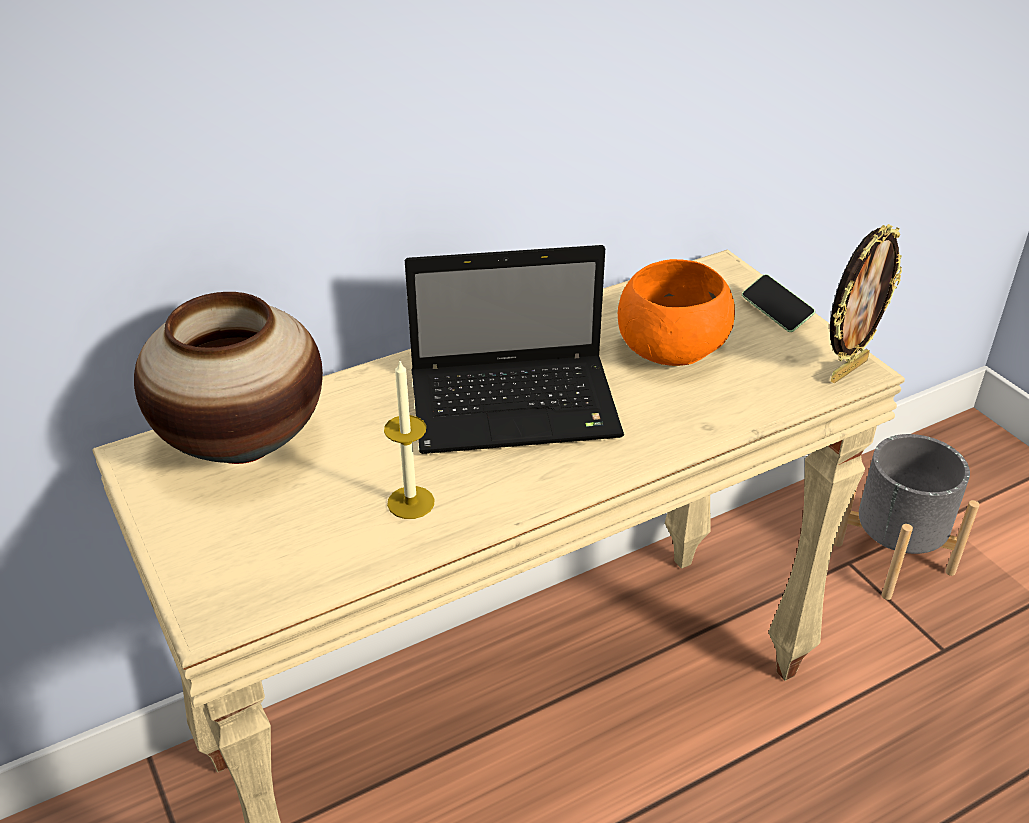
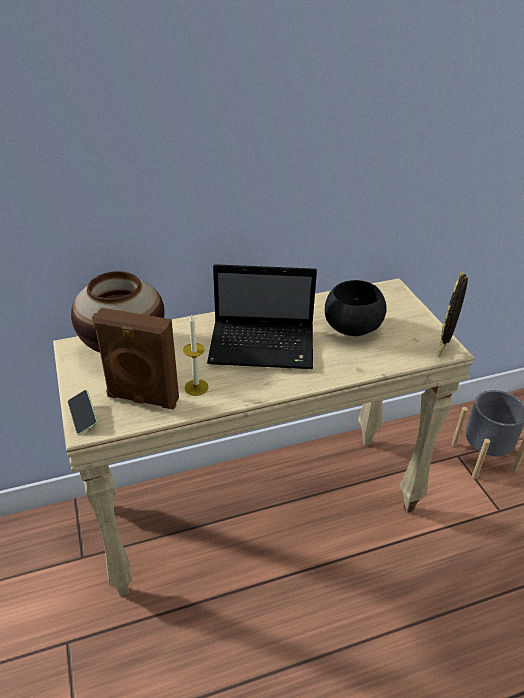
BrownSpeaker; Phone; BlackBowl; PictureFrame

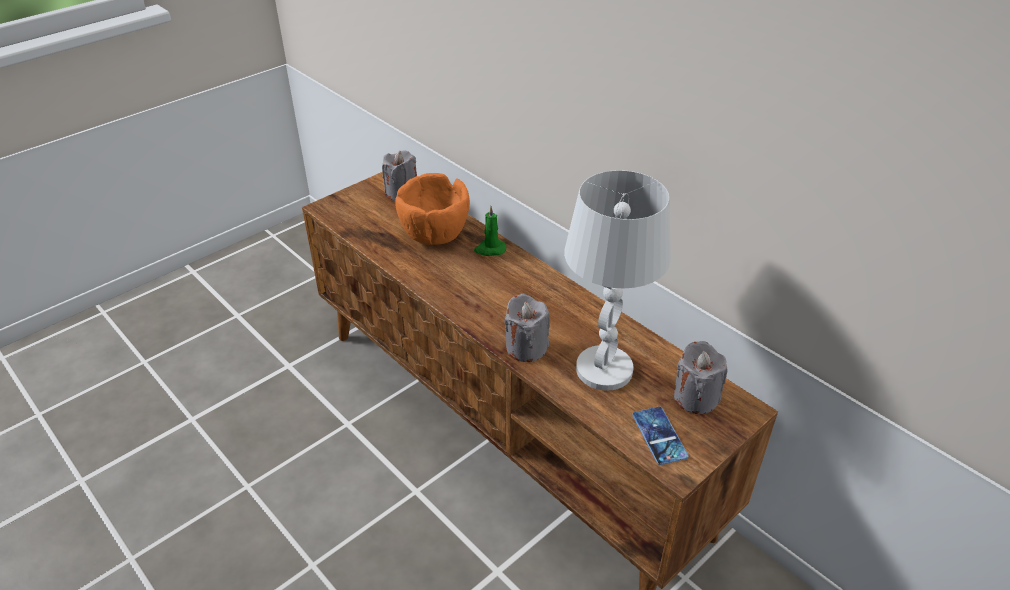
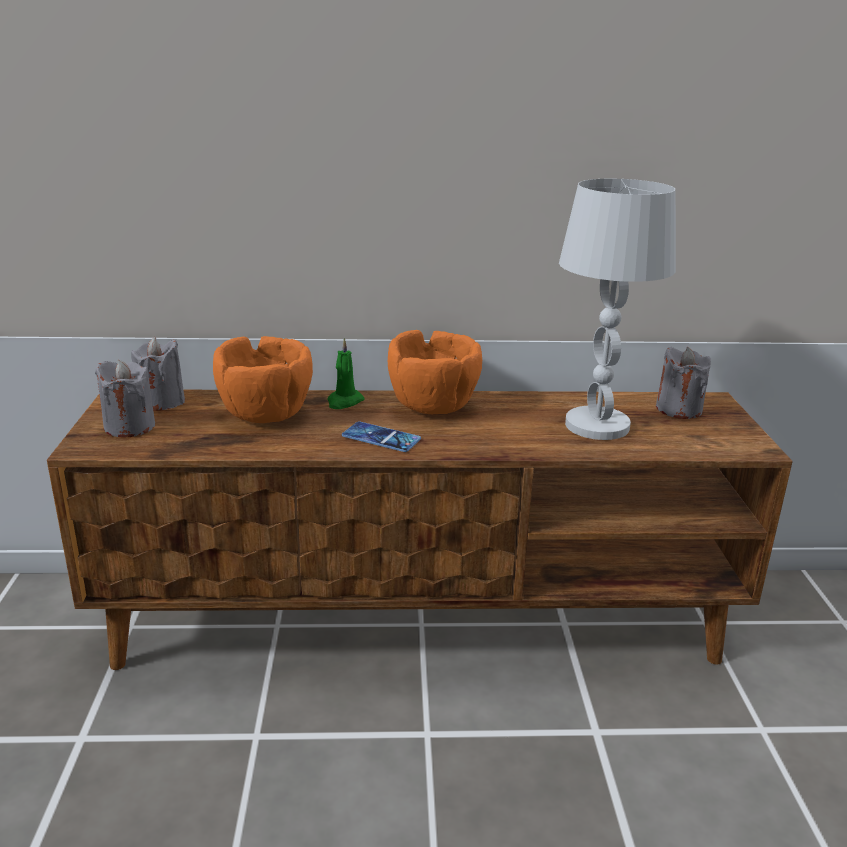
OrangeBowl (2nd from left); GreyCandle (1st from left); Phone

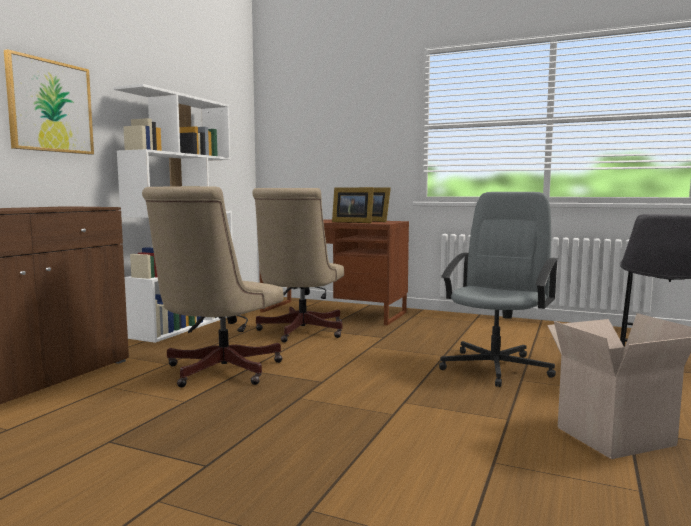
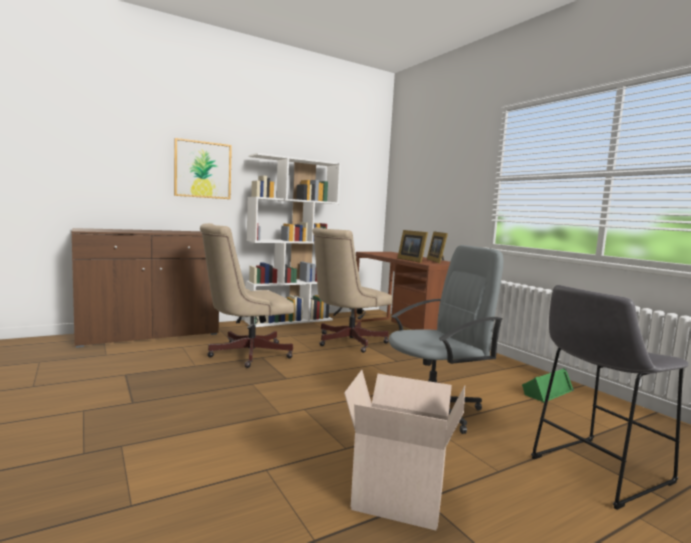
GreenSpeaker

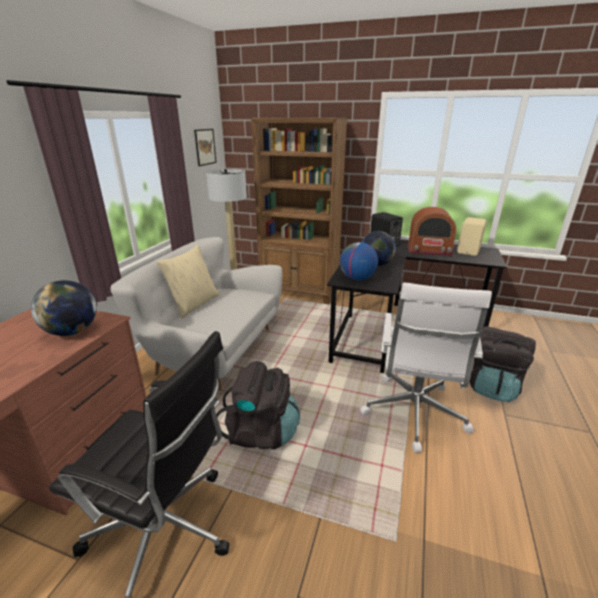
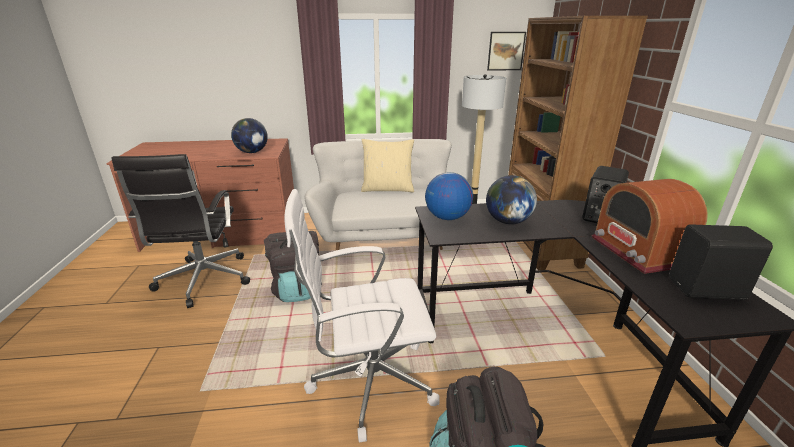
BlackSpeaker (2nd from left)

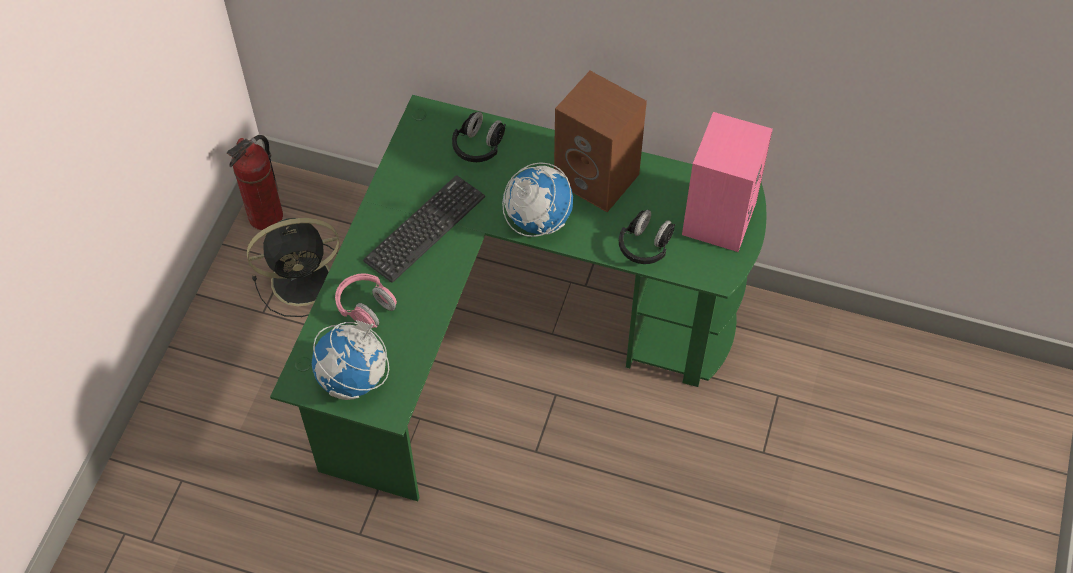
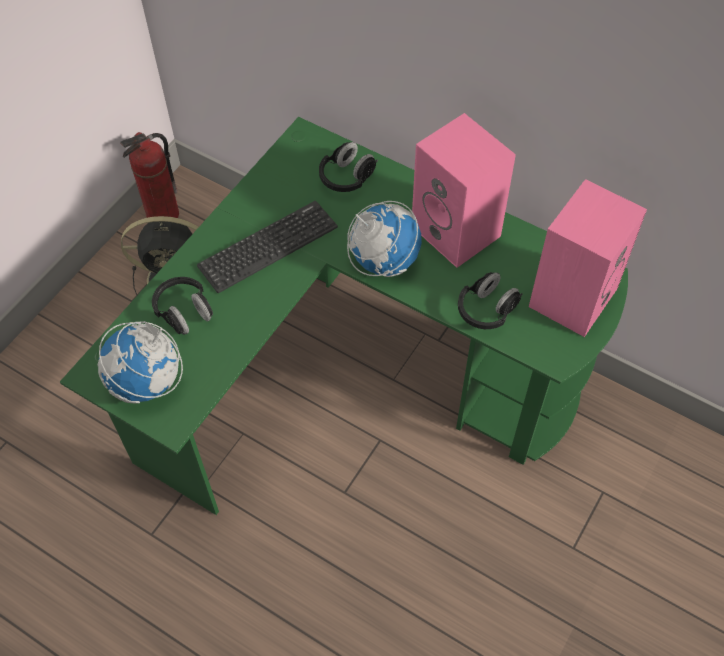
BlackHeadphones (1st from left); PinkSpeaker (1st from left)

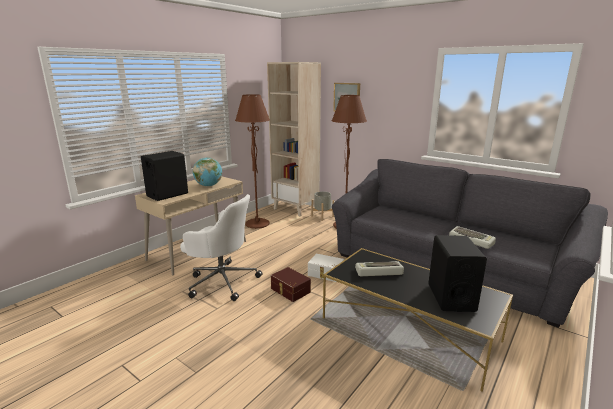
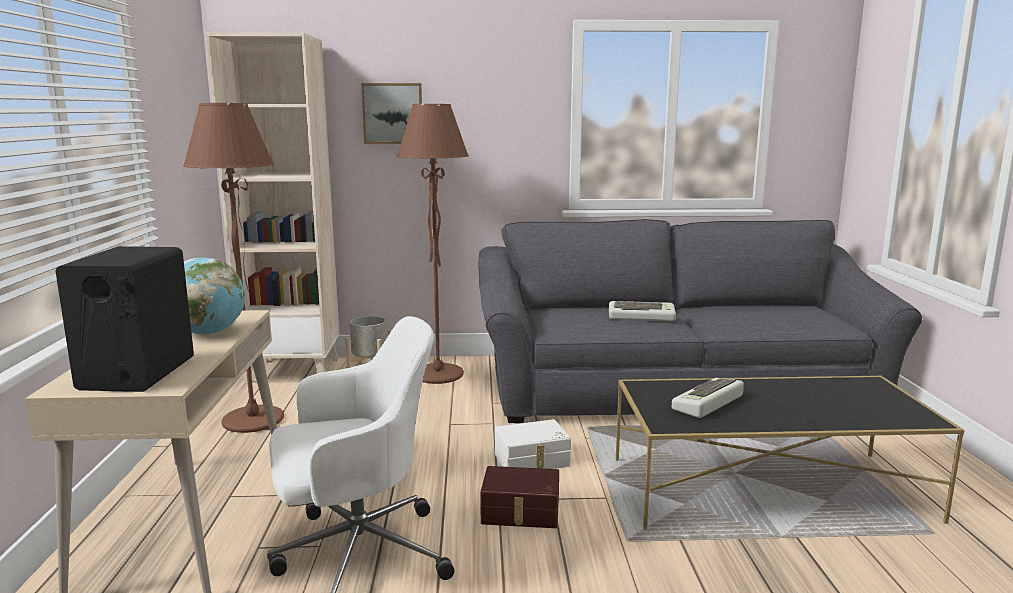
BlackSpeaker (2nd from left in the first image); Keyboard (1st from left)

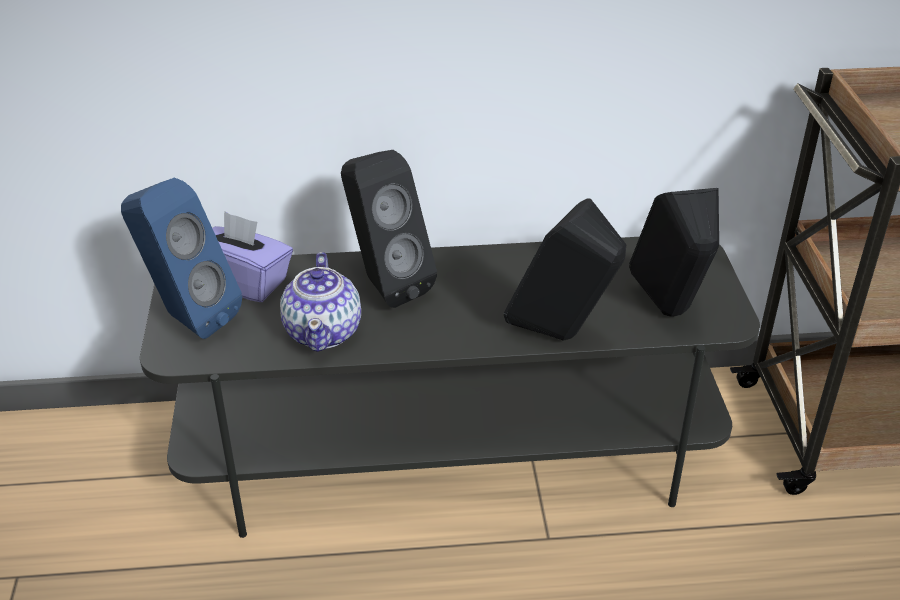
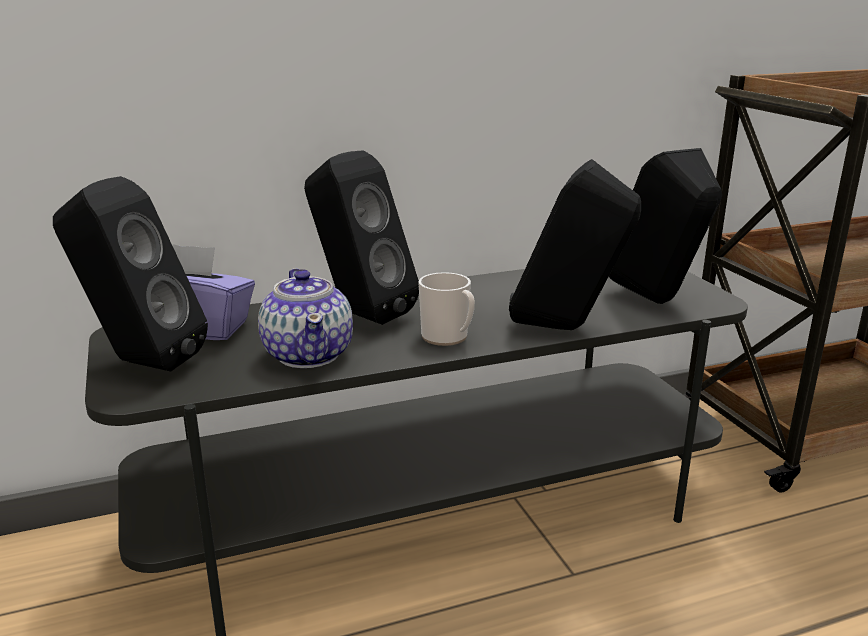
Mug; BlackSpeaker (1st from left)

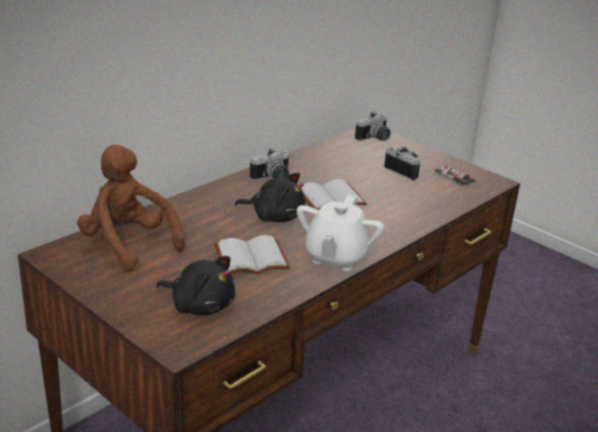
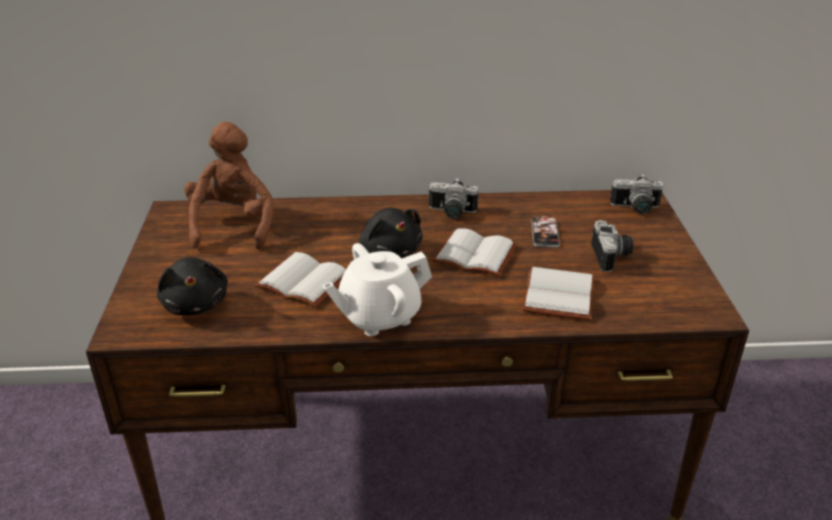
WhiteBook (3rd from left); Phone

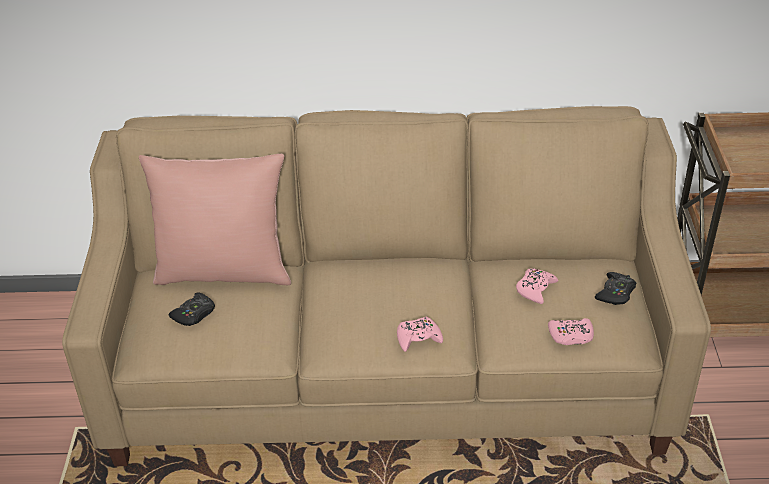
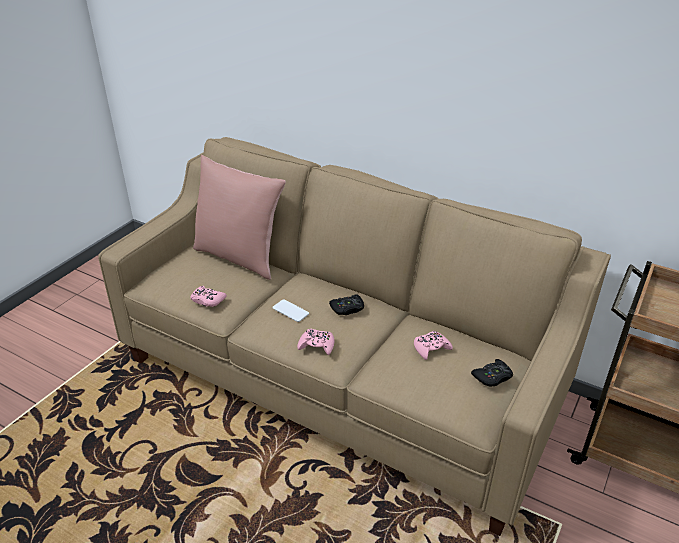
Phone; BlackGameController (1st from left); PinkGameController (1st from left)

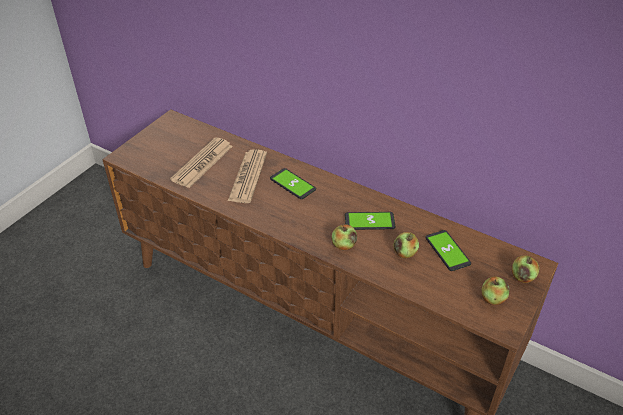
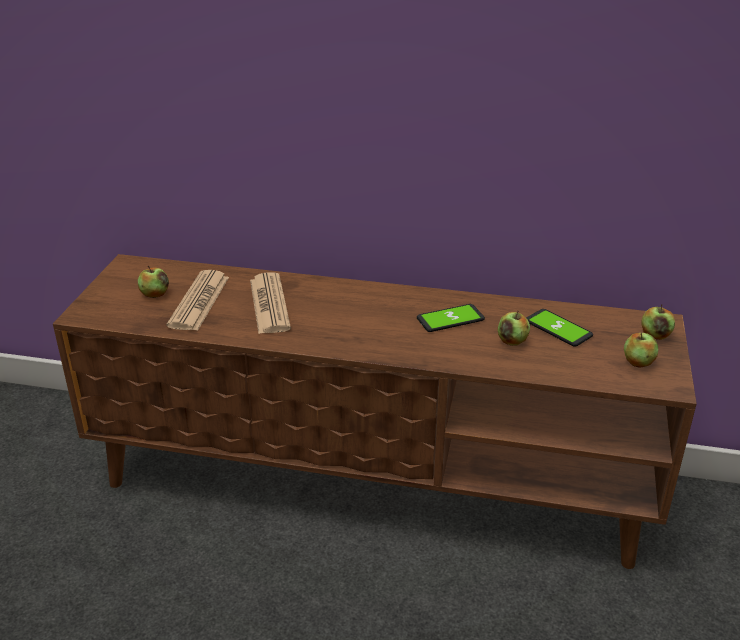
Phone (1st from left in the first image); Apple (1st from left)

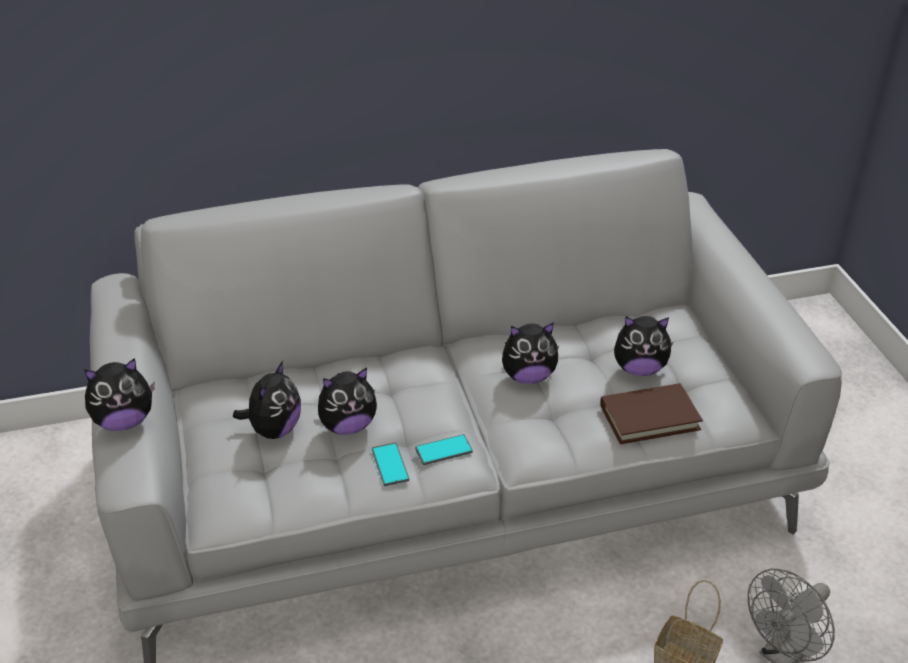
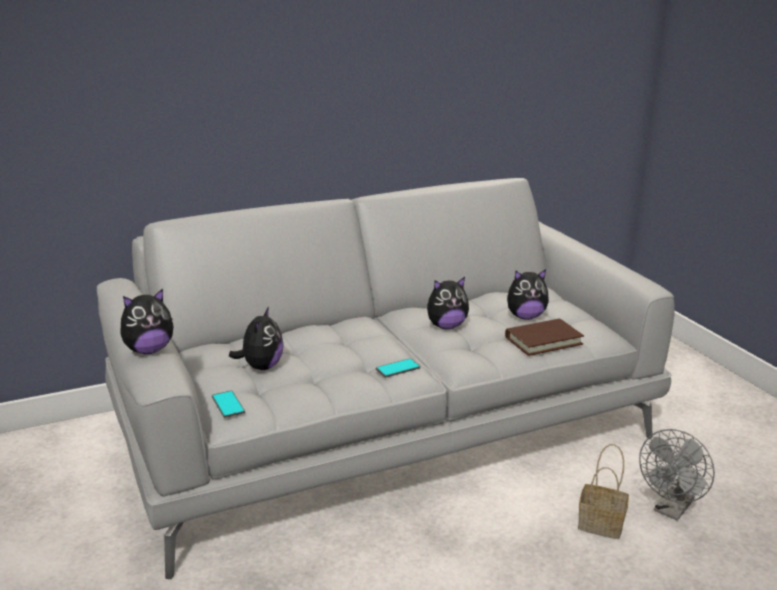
PlushToy (3rd from left in the first image); Phone (1st from left)

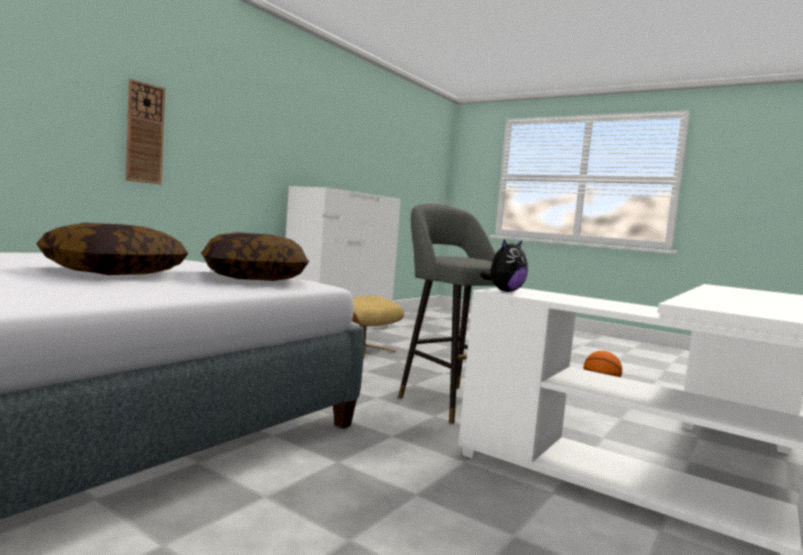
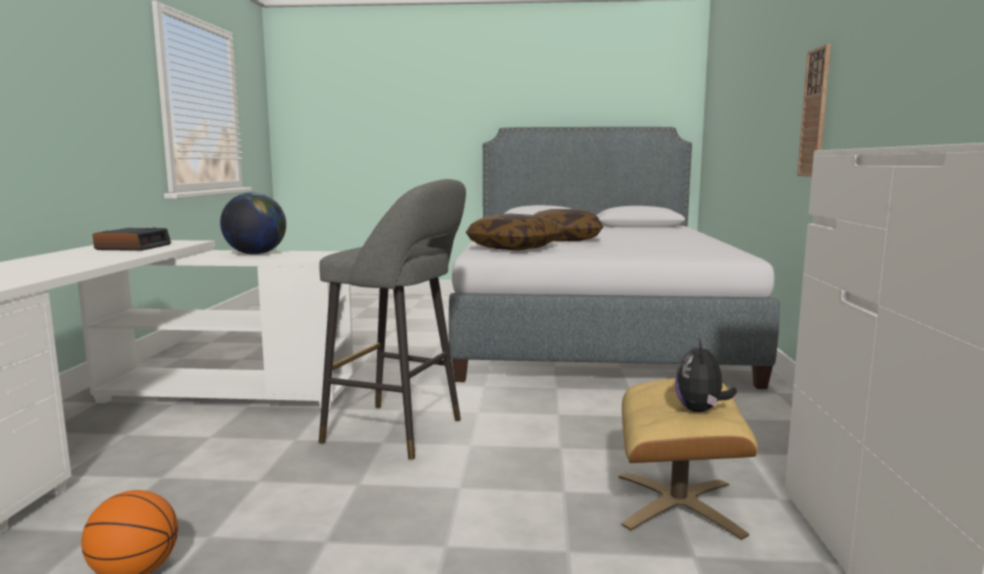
AlarmClock; Globe; PlushToy

